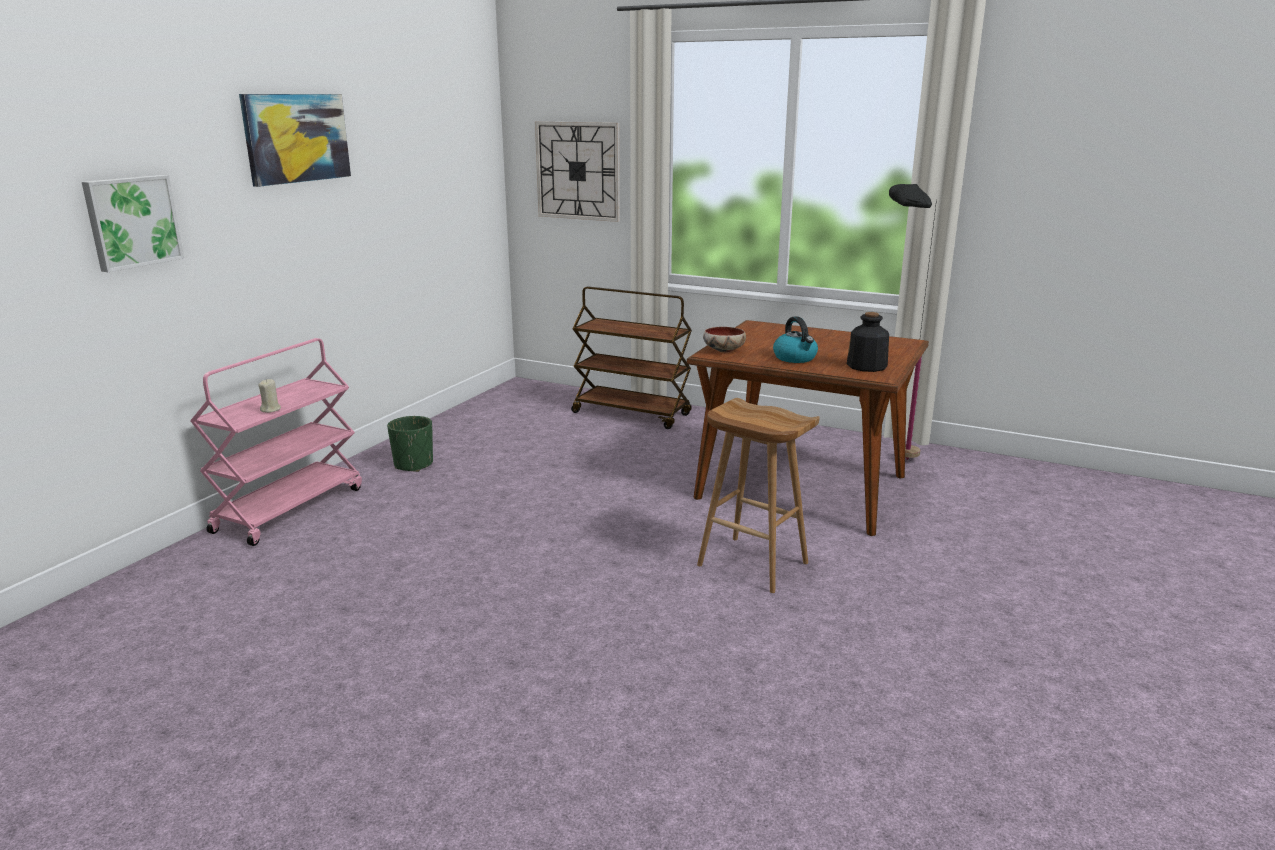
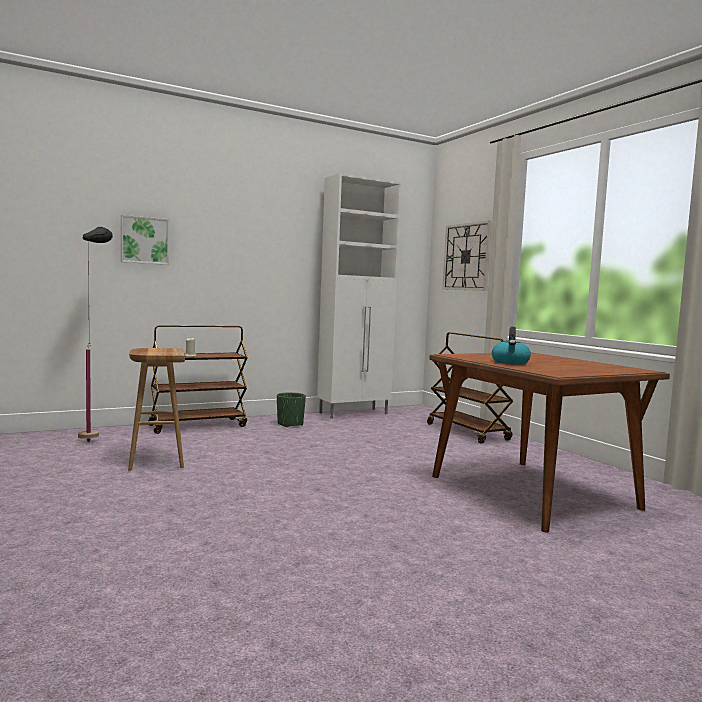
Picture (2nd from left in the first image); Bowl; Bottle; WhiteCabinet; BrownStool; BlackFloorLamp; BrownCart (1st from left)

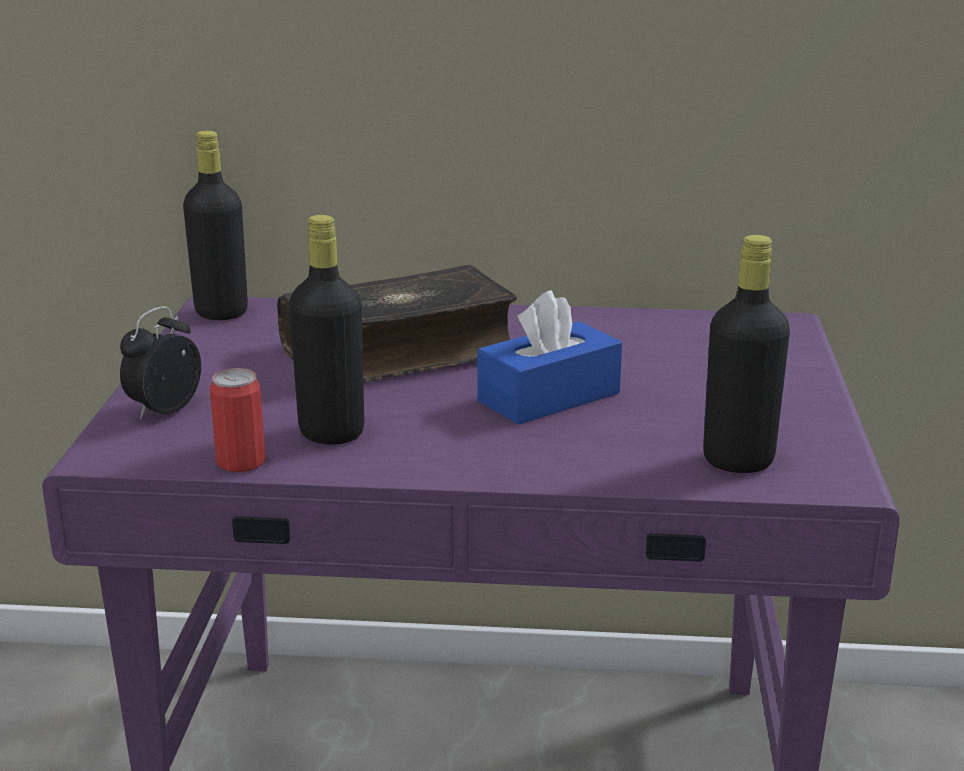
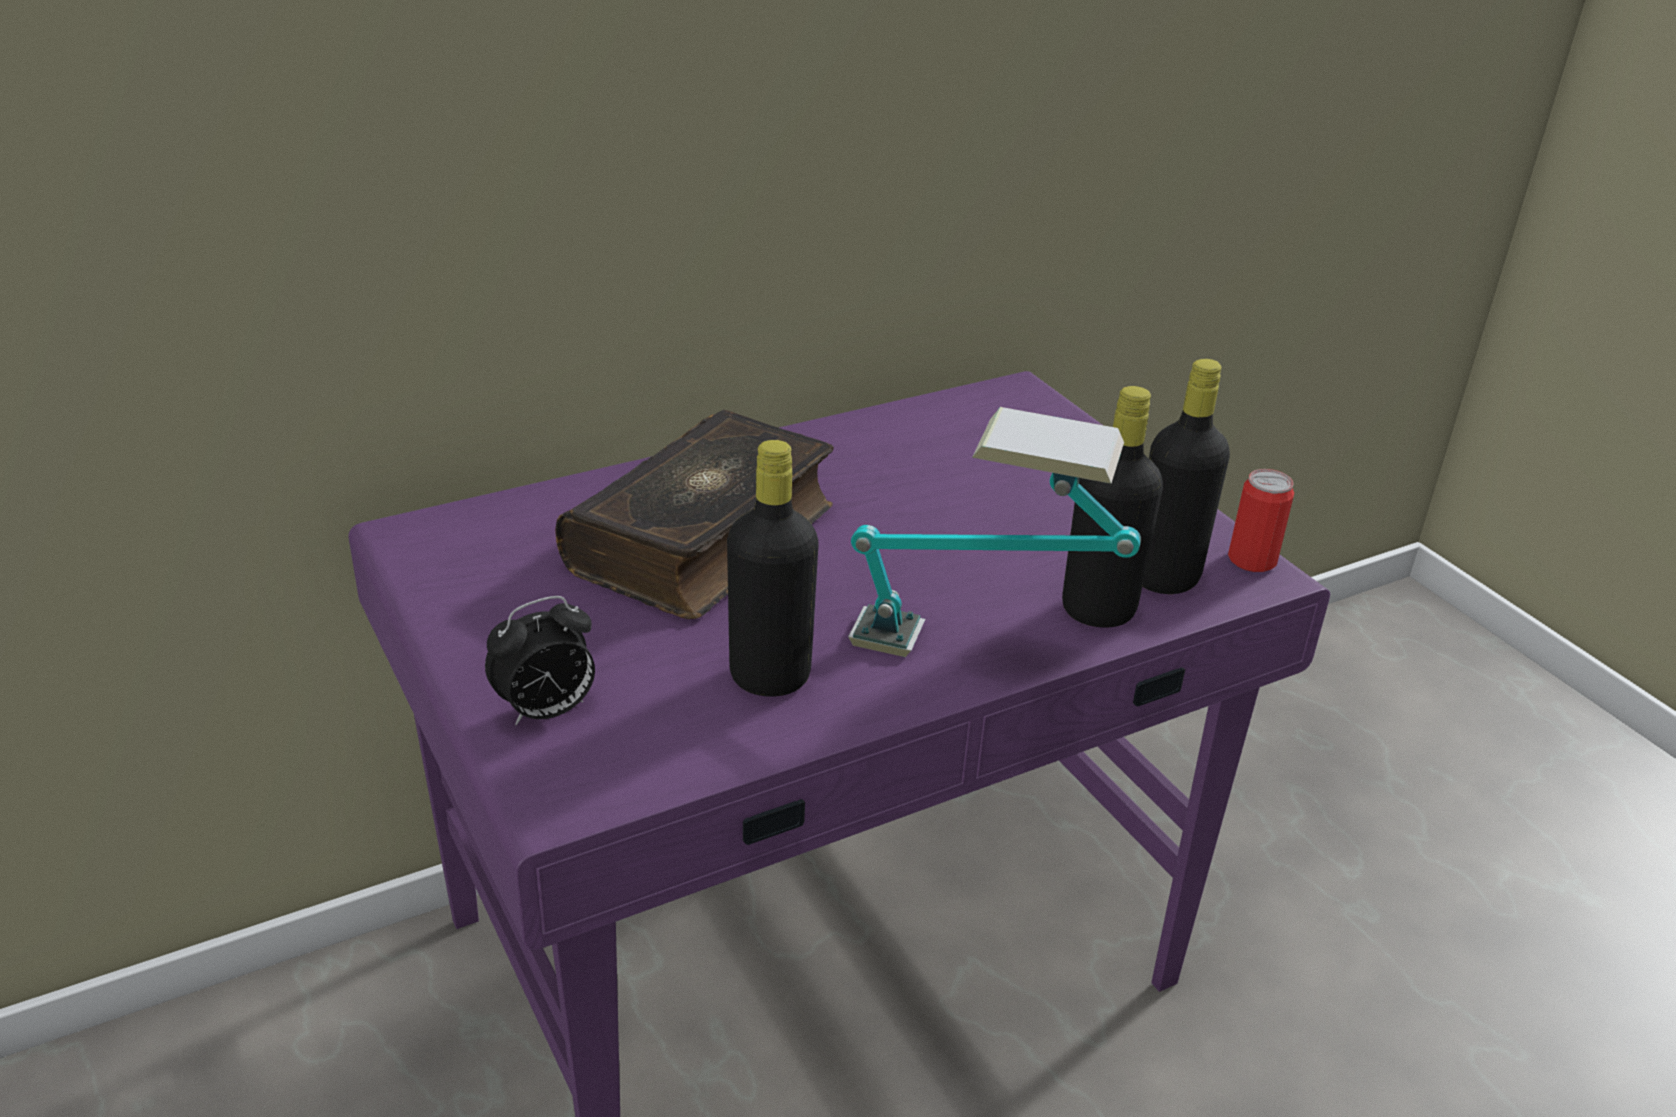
BlueTissueBox; TableLamp; BlackBottle (2nd from left); Can; AlarmClock

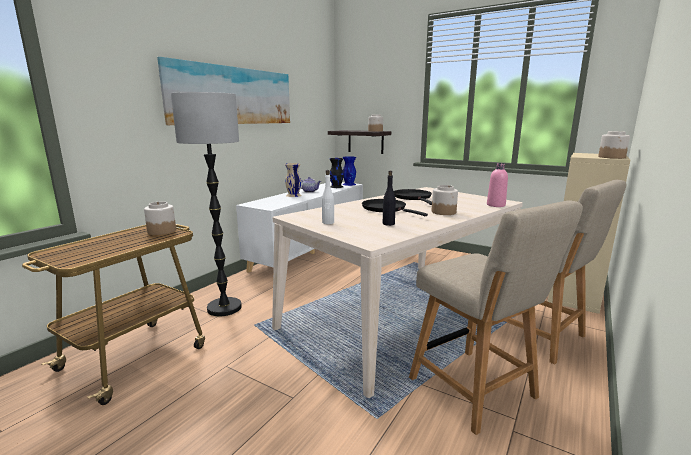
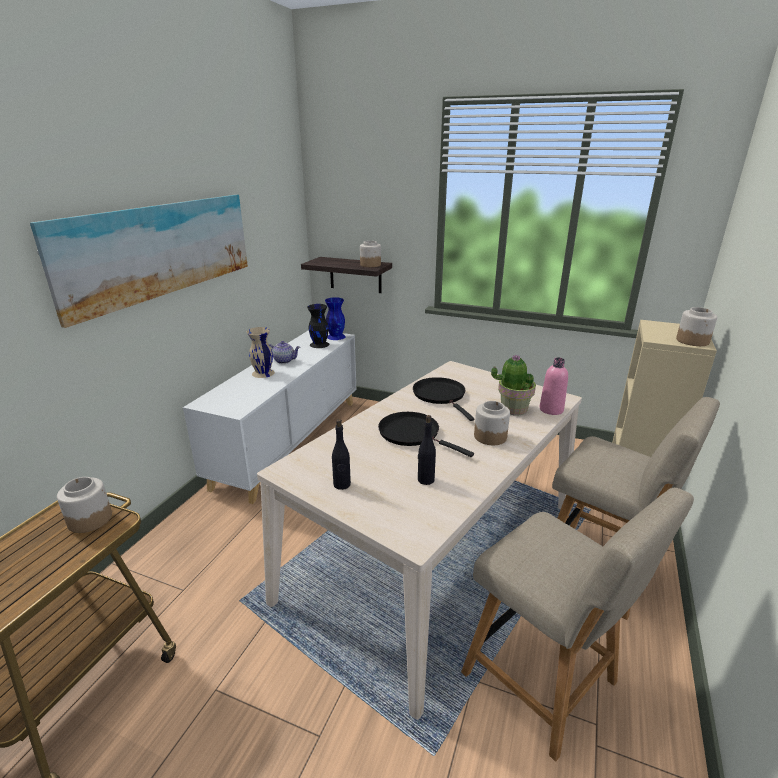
FloorLamp; PottedPlant; BlackBottle (1st from left)

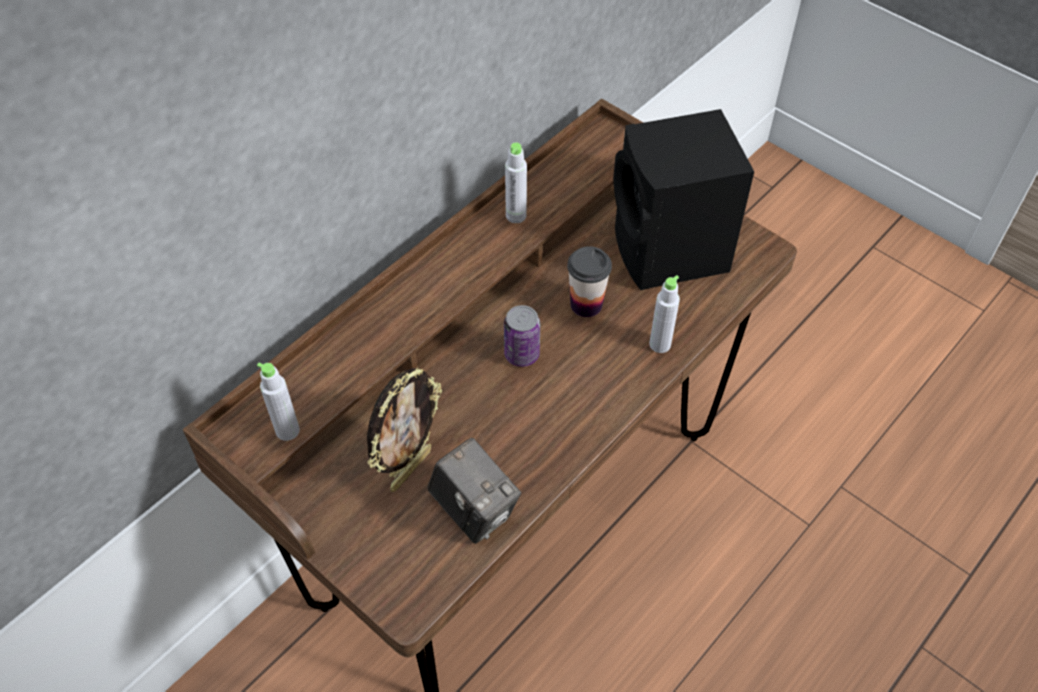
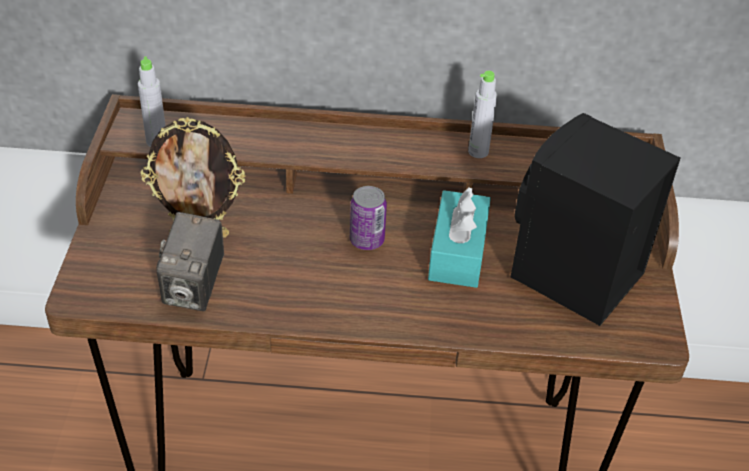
GreyBottle (3rd from left in the first image); TurquoiseTissueBox

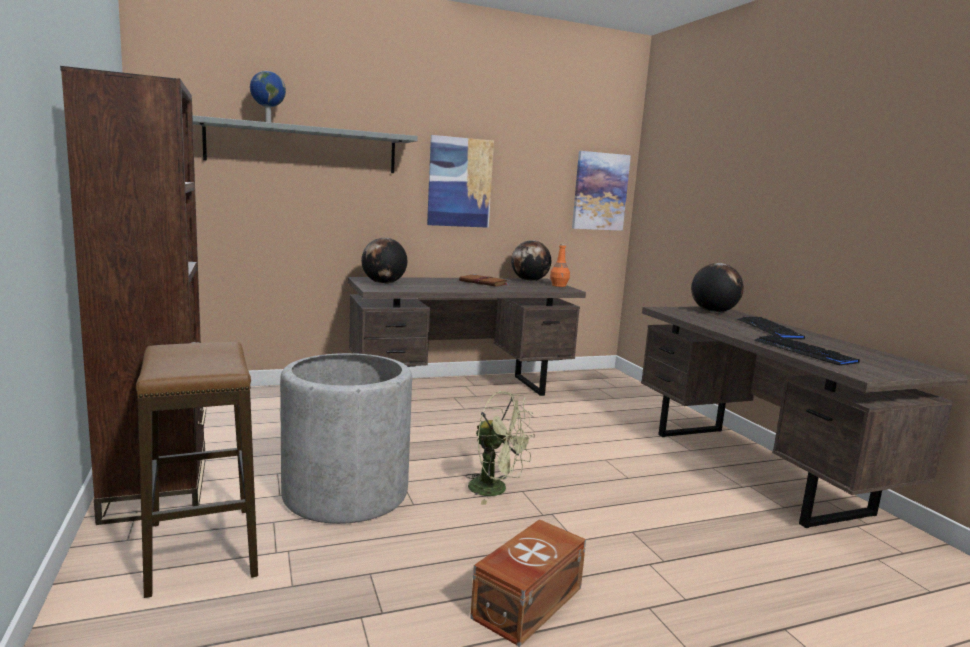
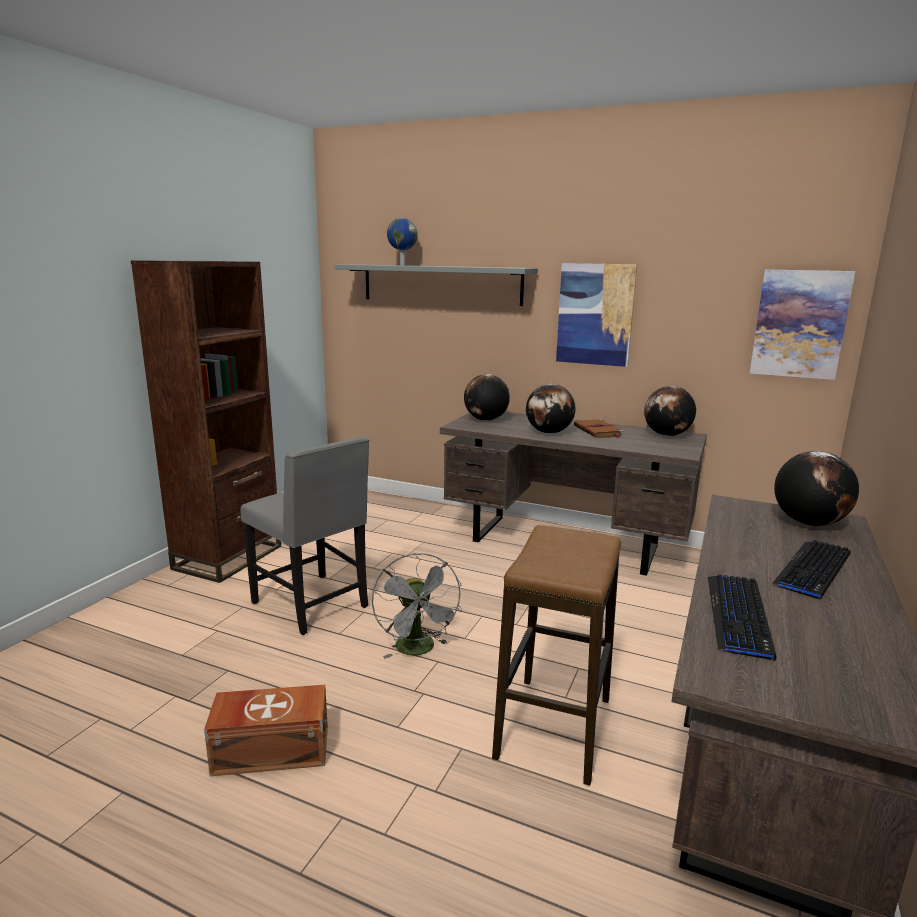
OrangeBottle; Globe (3rd from left); Stool; GreyChair; GreyFan

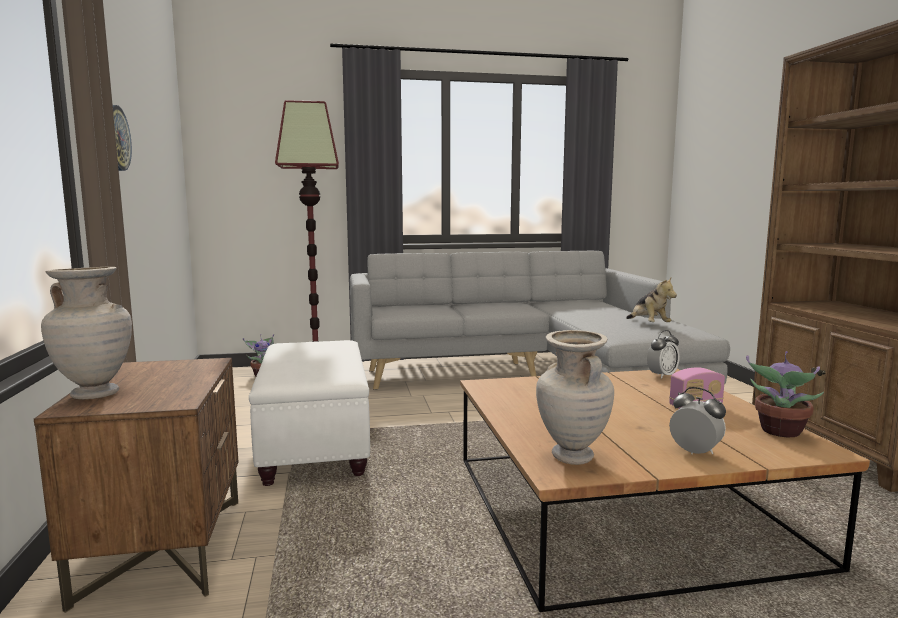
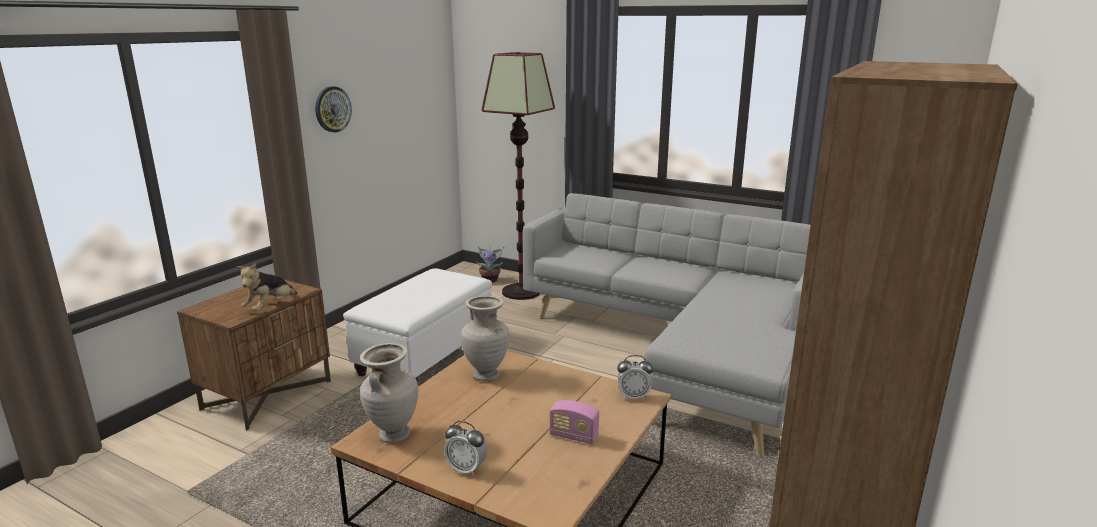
PottedPlant (2nd from left in the first image); BeigeVase (2nd from left); PlushToy; AlarmClock (1st from left)

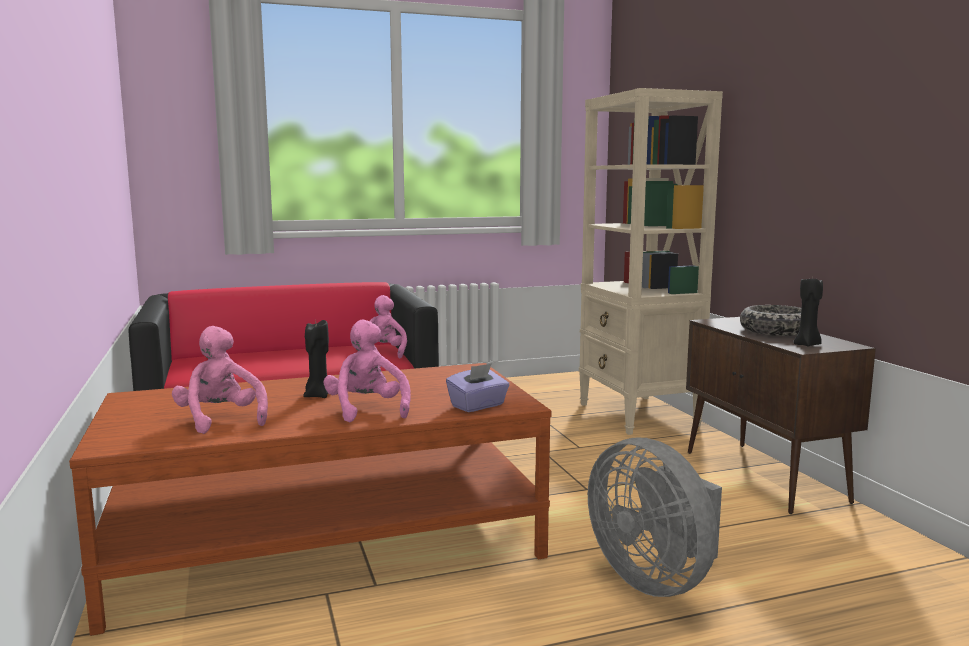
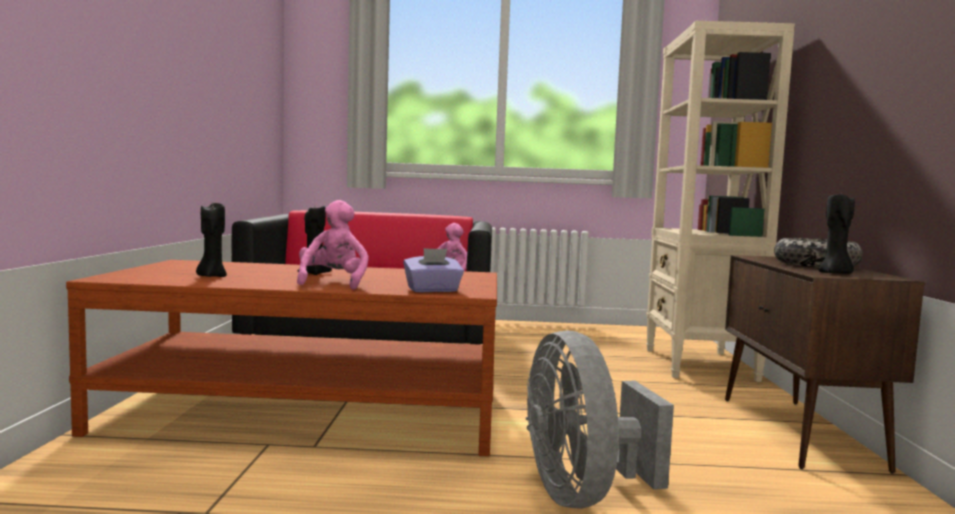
BlackCandle (1st from left)

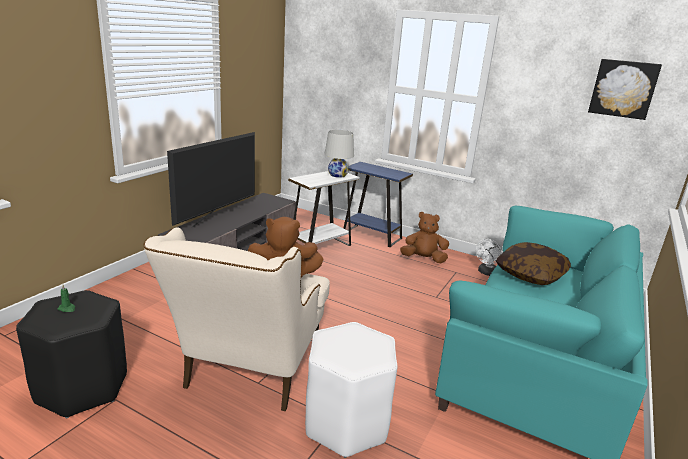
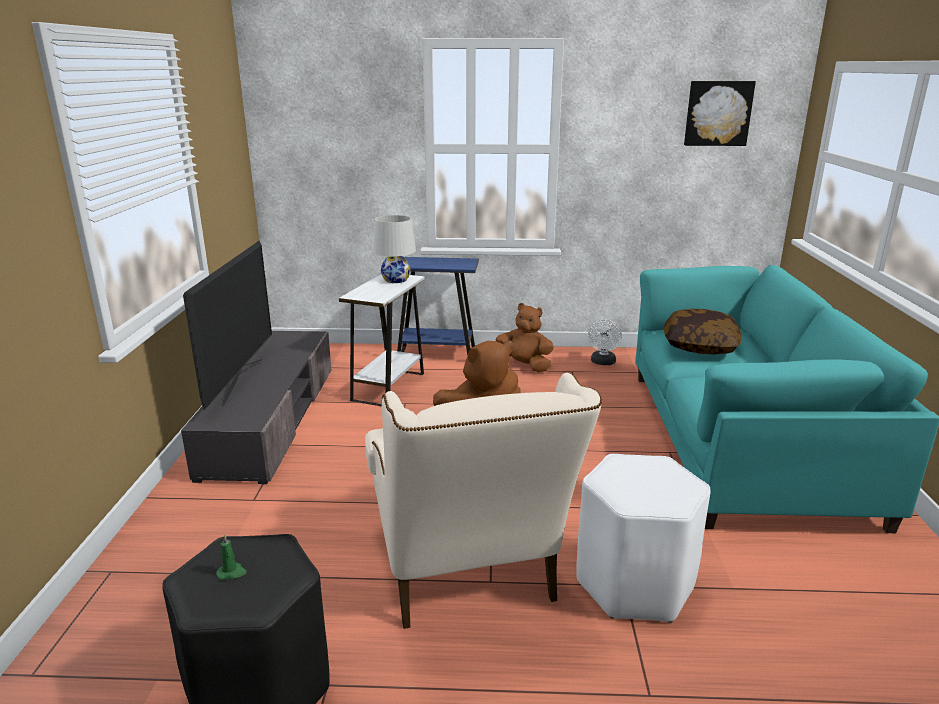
BrownPlushToy (2nd from left)

